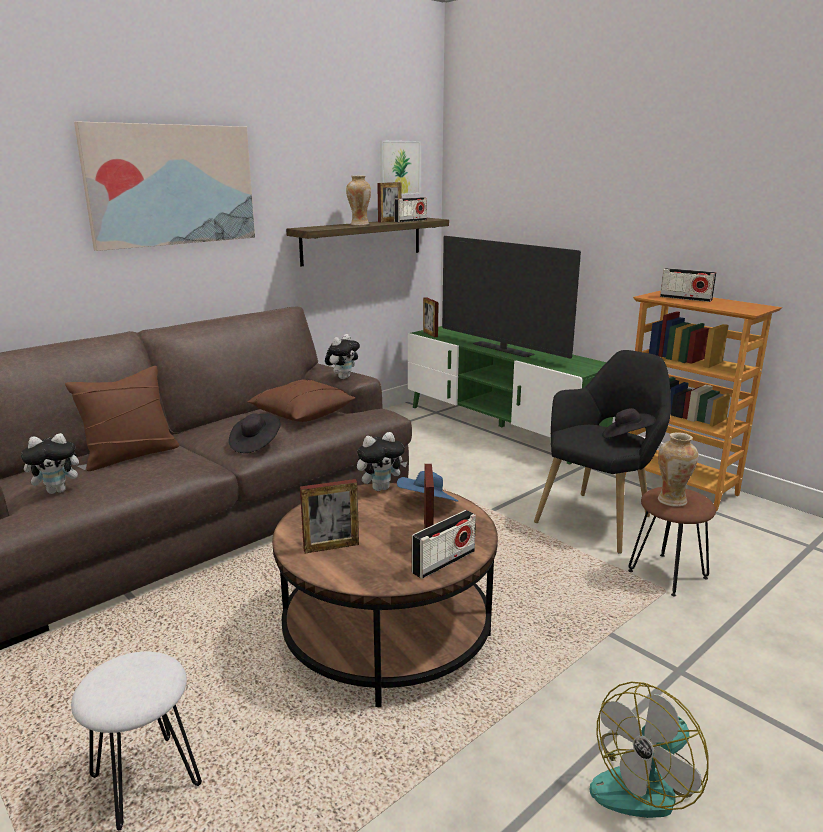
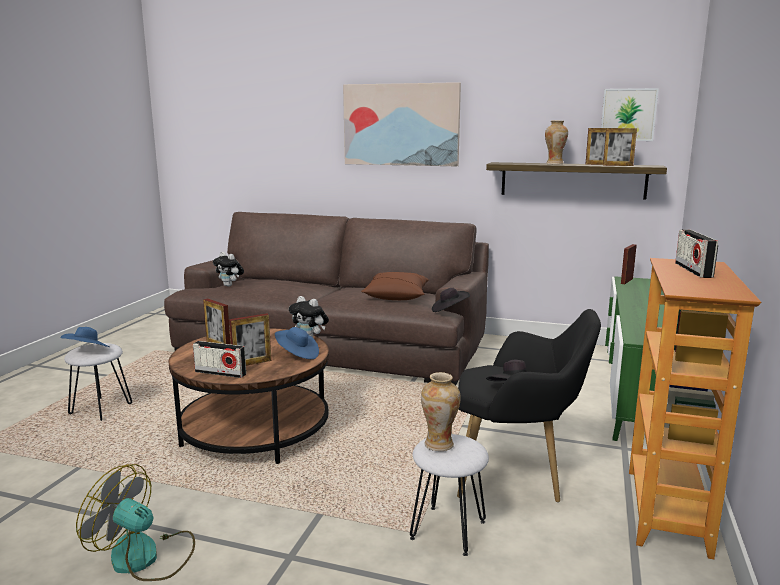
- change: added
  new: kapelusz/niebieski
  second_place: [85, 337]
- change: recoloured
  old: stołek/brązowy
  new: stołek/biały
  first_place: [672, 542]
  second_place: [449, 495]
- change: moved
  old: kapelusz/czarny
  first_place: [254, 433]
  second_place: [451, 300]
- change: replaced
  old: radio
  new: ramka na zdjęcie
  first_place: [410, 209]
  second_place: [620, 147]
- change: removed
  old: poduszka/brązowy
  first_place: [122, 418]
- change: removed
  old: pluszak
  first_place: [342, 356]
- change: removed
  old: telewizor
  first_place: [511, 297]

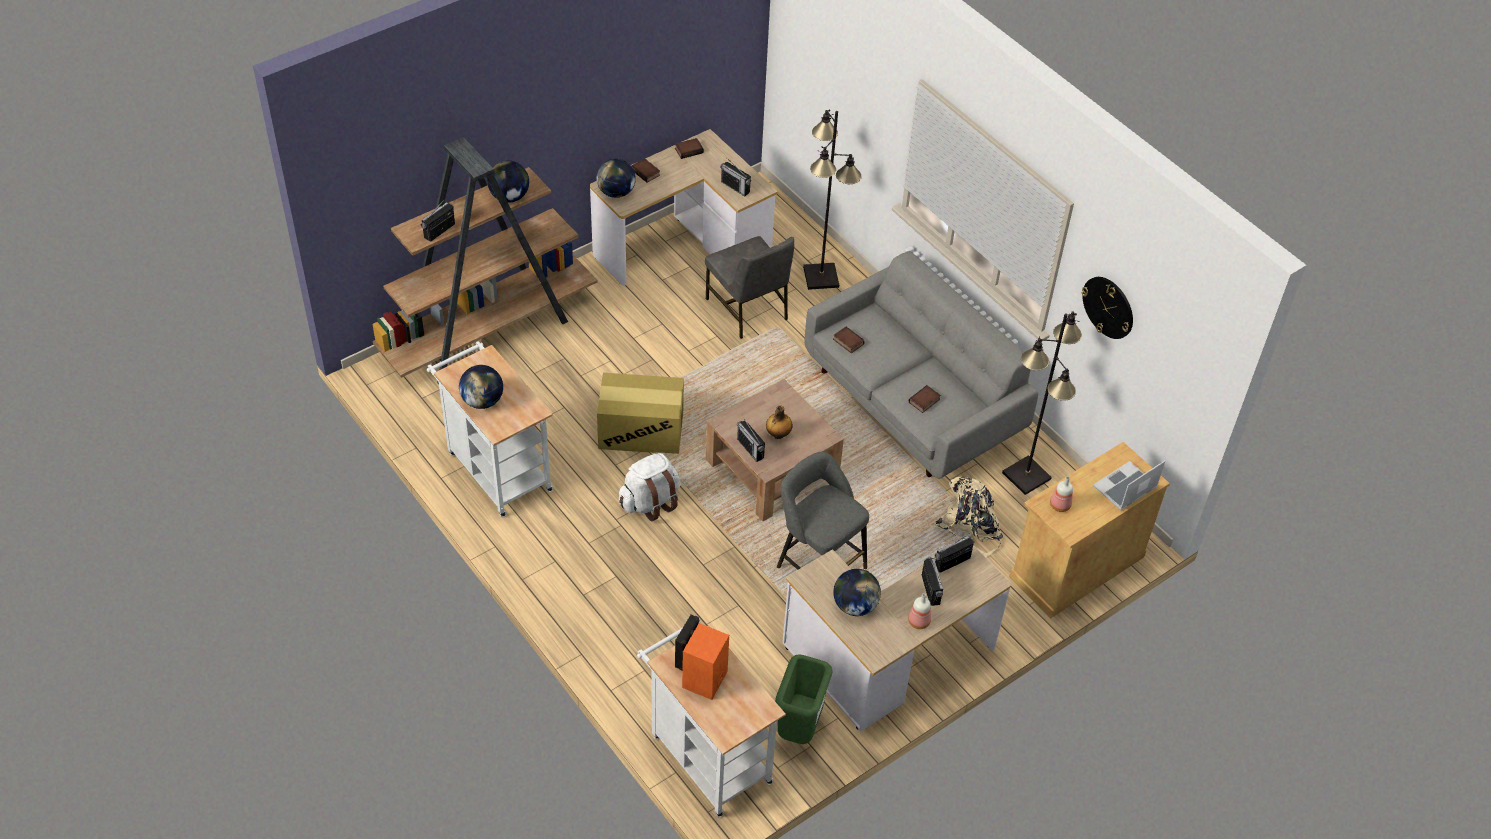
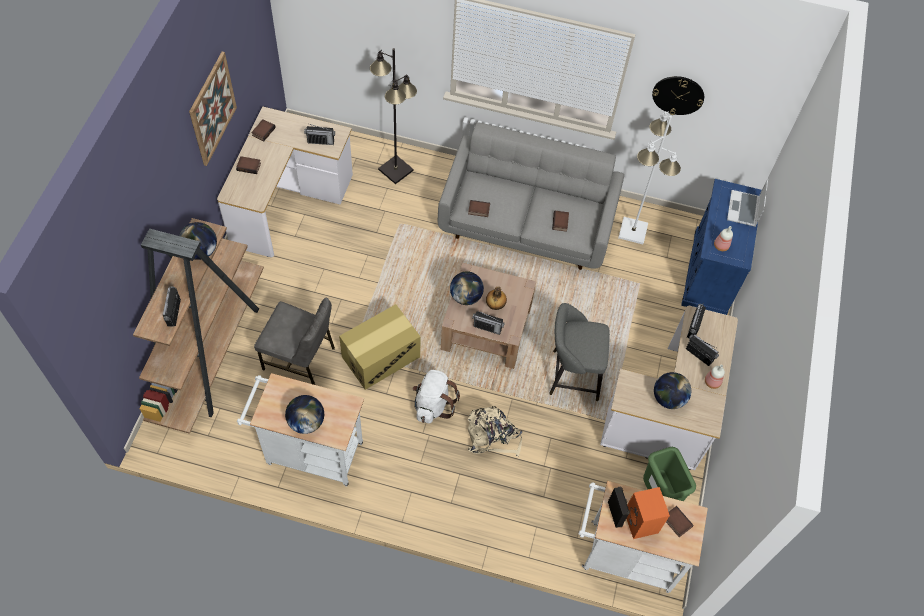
- change: added
  new: obraz
  second_place: [213, 108]
- change: moved
  old: krzesło/szary
  first_place: [749, 287]
  second_place: [294, 341]
- change: moved
  old: globus
  first_place: [616, 178]
  second_place: [467, 288]
- change: moved
  old: plecak/beżowy
  first_place: [969, 517]
  second_place: [495, 431]
- change: recoloured
  old: lampa stojąca/czarny
  new: lampa stojąca/biały
  first_place: [1042, 403]
  second_place: [649, 177]
- change: added
  new: książka
  second_place: [680, 521]
- change: recoloured
  old: szafka/beżowy
  new: szafka/niebieski
  first_place: [1089, 530]
  second_place: [721, 247]

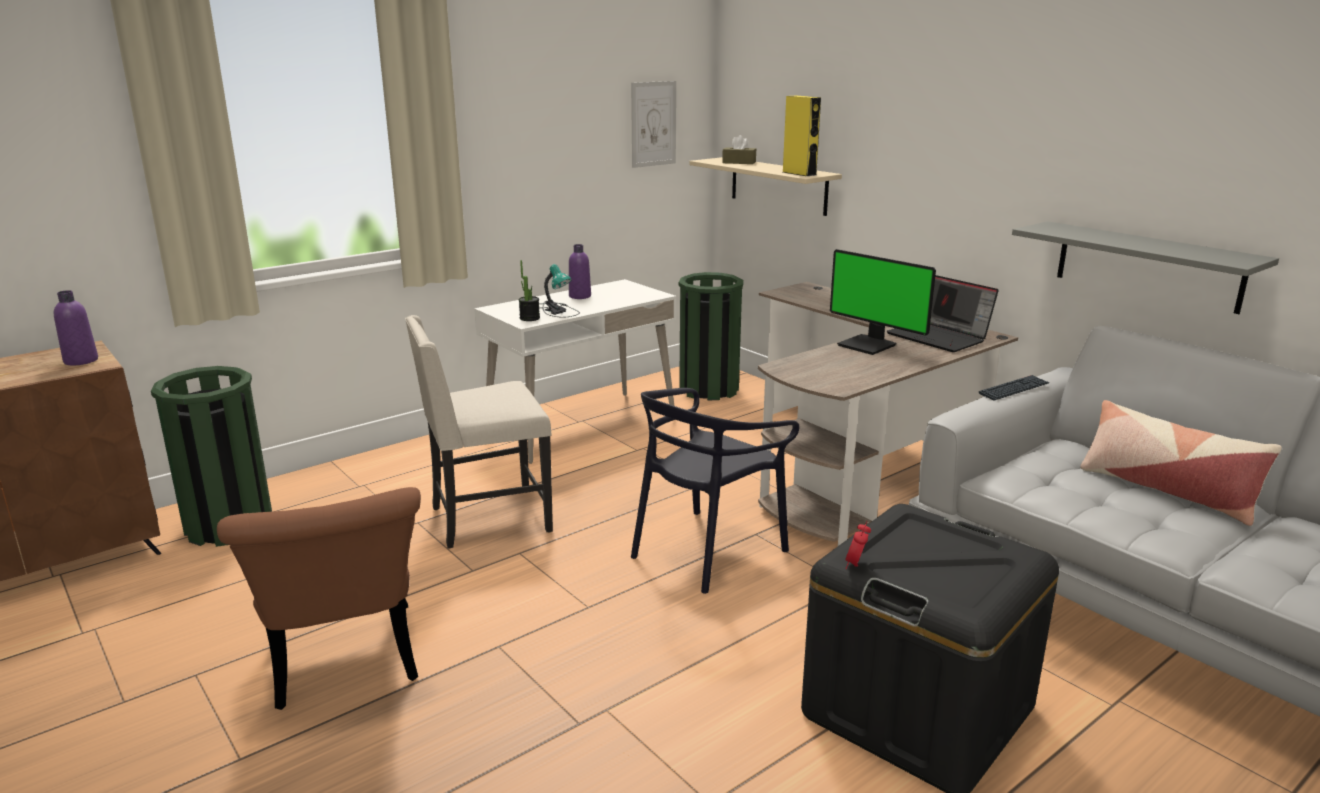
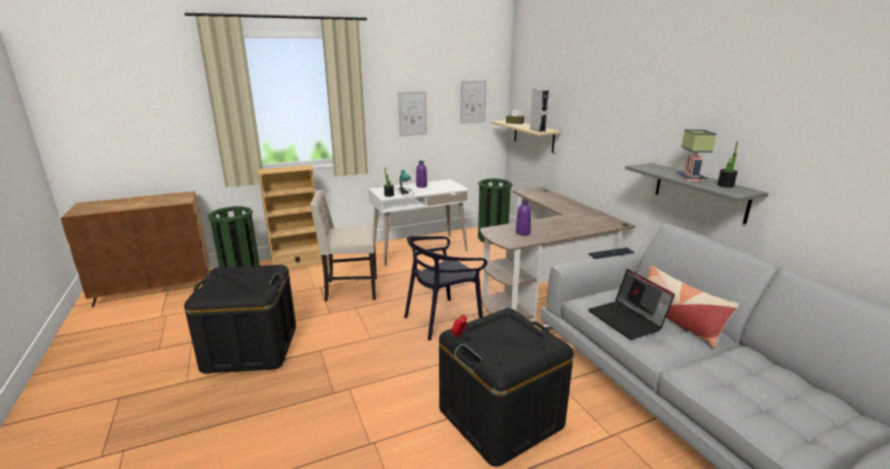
- change: replaced
  old: krzesło/brązowy
  new: pojemnik do przechowywania/czarny
  first_place: [319, 598]
  second_place: [240, 319]
- change: added
  new: regał/beżowy
  second_place: [289, 217]
- change: added
  new: obraz
  second_place: [412, 114]
- change: moved
  old: butelka/fioletowy
  first_place: [76, 327]
  second_place: [523, 217]
- change: recoloured
  old: głośnik/żółty
  new: głośnik/szary
  first_place: [802, 136]
  second_place: [539, 110]
- change: moved
  old: laptop
  first_place: [942, 313]
  second_place: [631, 304]
- change: added
  new: lampa stołowa
  second_place: [697, 155]
- change: added
  new: roślina doniczkowa
  second_place: [727, 164]
- change: removed
  old: monitor
  first_place: [883, 302]

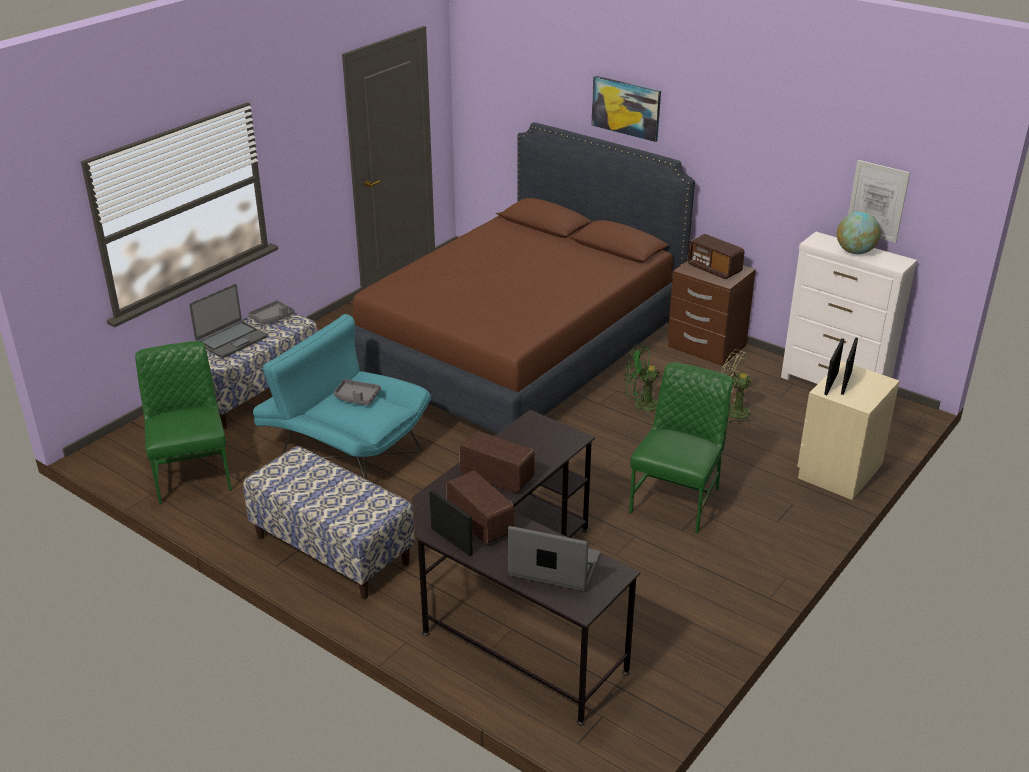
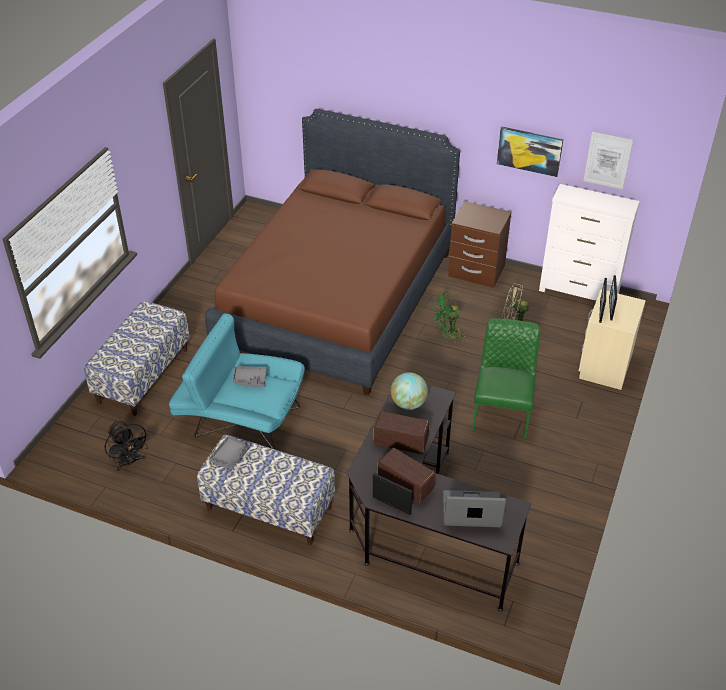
- change: replaced
  old: krzesło/zielony
  new: wentylator/czarny
  first_place: [183, 422]
  second_place: [126, 445]
- change: moved
  old: taca/szary
  first_place: [271, 312]
  second_place: [229, 452]
- change: moved
  old: globus
  first_place: [859, 233]
  second_place: [409, 391]
- change: moved
  old: obraz
  first_place: [626, 109]
  second_place: [530, 151]
- change: removed
  old: laptop
  first_place: [228, 321]
- change: removed
  old: radio
  first_place: [715, 256]

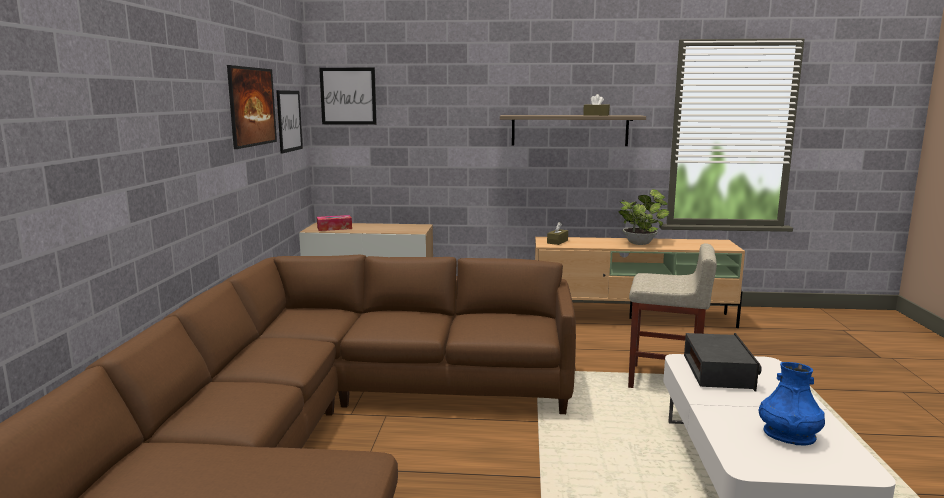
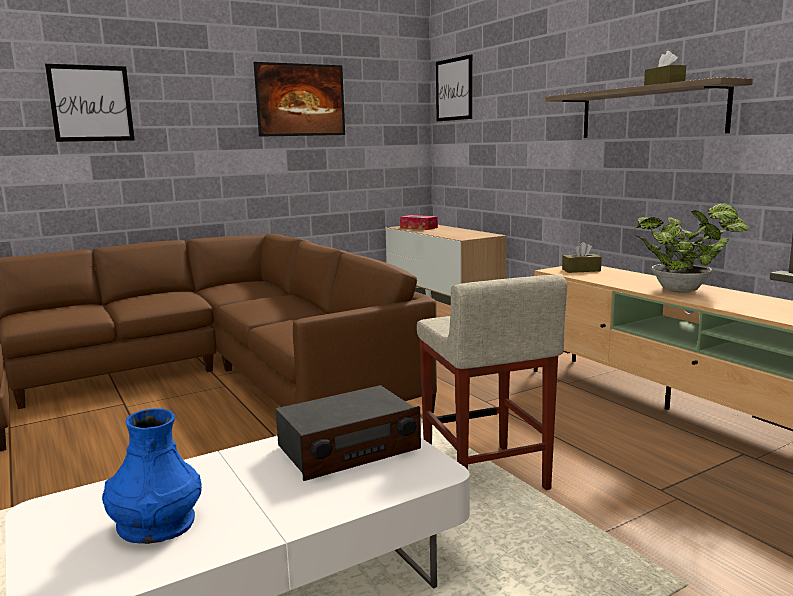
- change: moved
  old: obraz
  first_place: [289, 122]
  second_place: [90, 103]

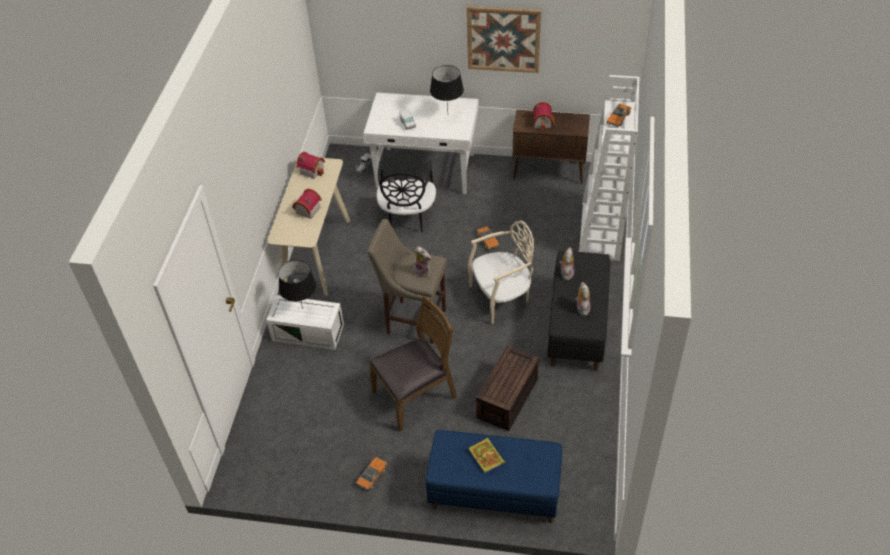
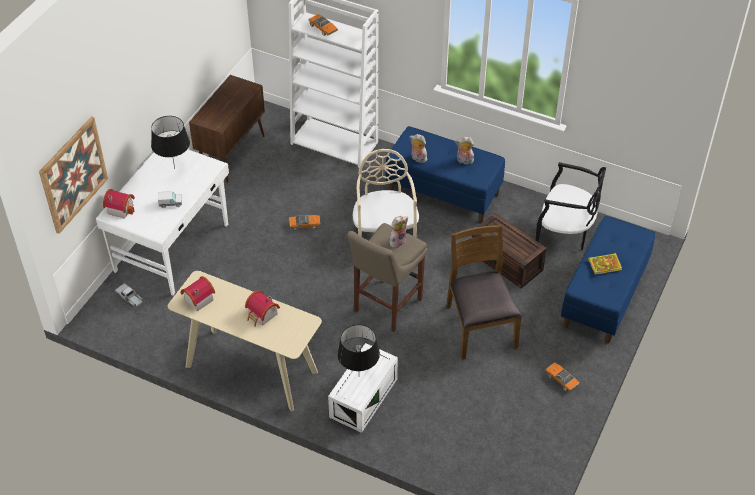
- change: moved
  old: obraz
  first_place: [504, 39]
  second_place: [73, 175]
- change: moved
  old: domek
  first_place: [544, 116]
  second_place: [119, 203]
- change: recoloured
  old: ławka/czarny
  new: ławka/niebieski
  first_place: [578, 311]
  second_place: [445, 174]
- change: moved
  old: krzesło/czarny
  first_place: [406, 196]
  second_place: [571, 206]

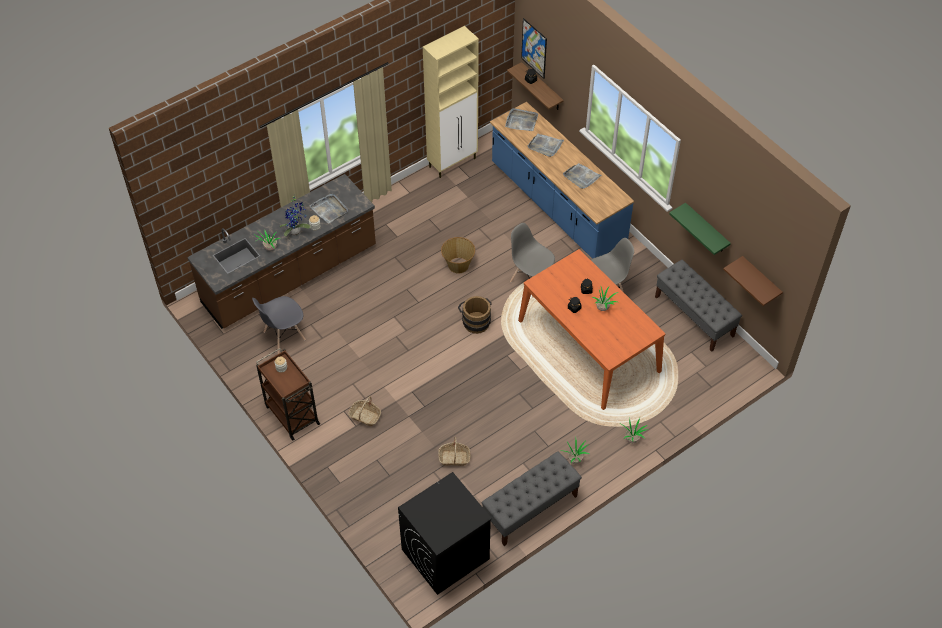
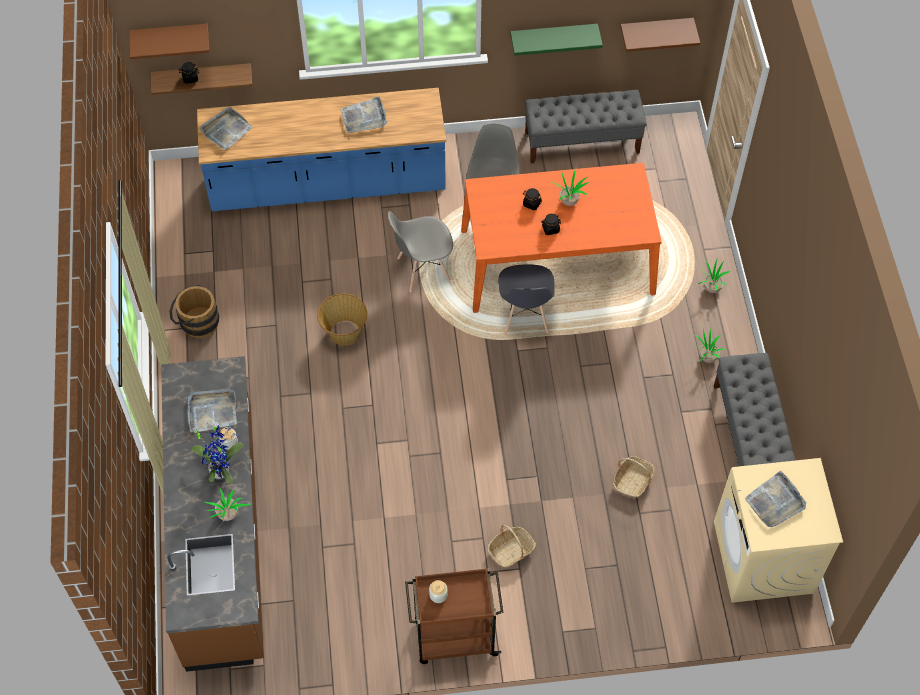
- change: replaced
  old: obraz
  new: półka/brązowy
  first_place: [534, 48]
  second_place: [169, 41]
- change: moved
  old: wiadro/brązowy
  first_place: [475, 315]
  second_place: [194, 311]
- change: moved
  old: krzesło/szary
  first_place: [279, 325]
  second_place: [526, 299]
- change: recoloured
  old: pralka/czarny
  new: pralka/beżowy
  first_place: [445, 533]
  second_place: [778, 530]
- change: moved
  old: taca/szary
  first_place: [545, 145]
  second_place: [775, 499]
- change: removed
  old: szafka/beżowy
  first_place: [451, 102]

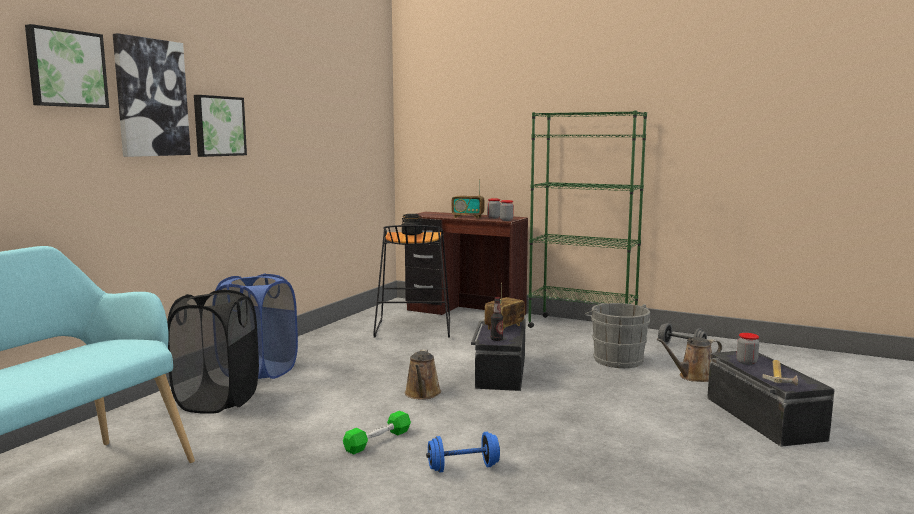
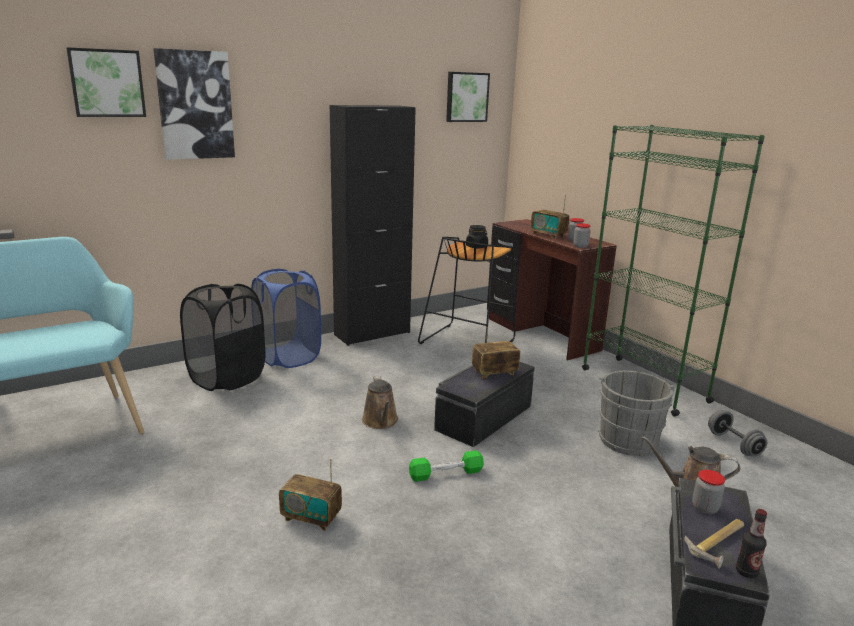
- change: replaced
  old: hantel/niebieski
  new: radio
  first_place: [463, 452]
  second_place: [310, 494]
- change: added
  new: szafka/czarny
  second_place: [373, 225]
- change: turned
  old: konewka/brązowy
  first_place: [423, 374]
  second_place: [380, 402]
  degrees: -45
- change: moved
  old: hantel/zielony
  first_place: [377, 433]
  second_place: [446, 466]
- change: moved
  old: obraz
  first_place: [220, 126]
  second_place: [468, 97]
- change: moved
  old: butelka
  first_place: [497, 319]
  second_place: [751, 543]

